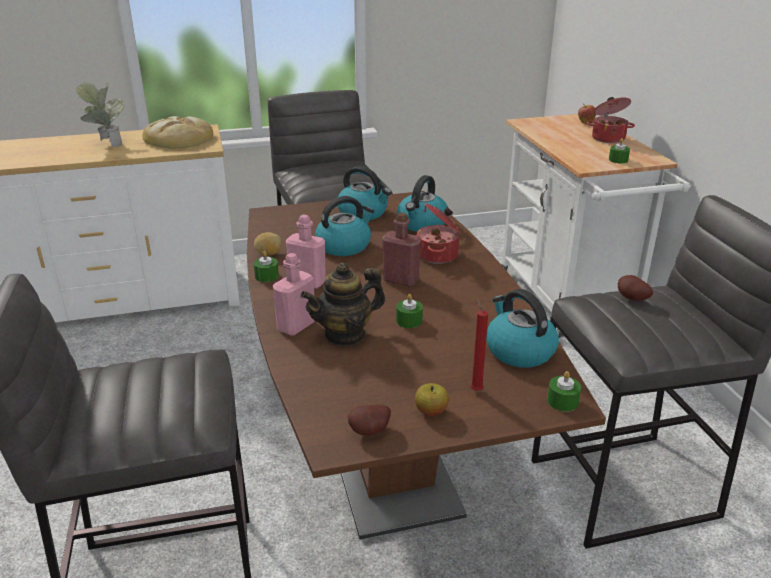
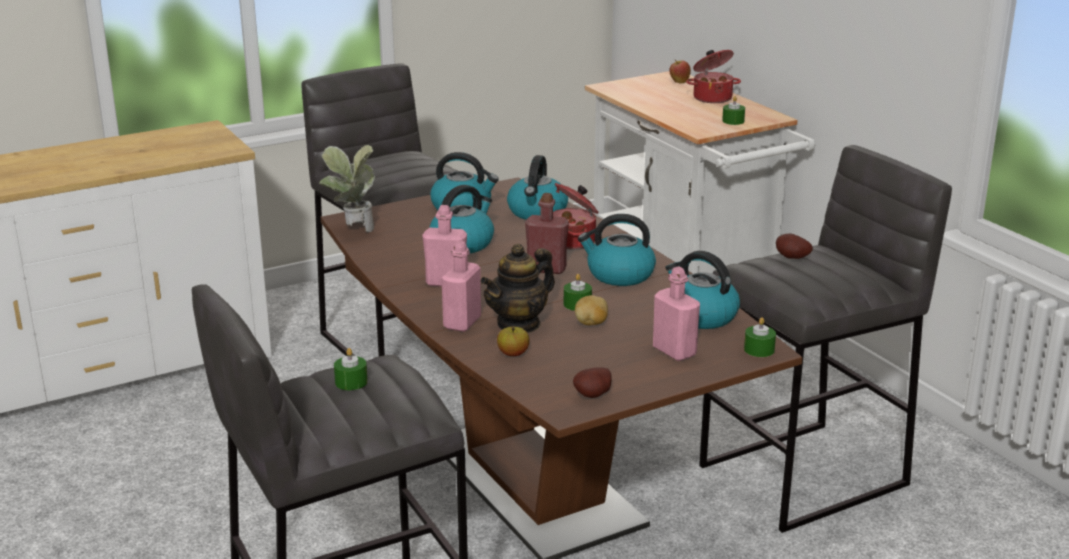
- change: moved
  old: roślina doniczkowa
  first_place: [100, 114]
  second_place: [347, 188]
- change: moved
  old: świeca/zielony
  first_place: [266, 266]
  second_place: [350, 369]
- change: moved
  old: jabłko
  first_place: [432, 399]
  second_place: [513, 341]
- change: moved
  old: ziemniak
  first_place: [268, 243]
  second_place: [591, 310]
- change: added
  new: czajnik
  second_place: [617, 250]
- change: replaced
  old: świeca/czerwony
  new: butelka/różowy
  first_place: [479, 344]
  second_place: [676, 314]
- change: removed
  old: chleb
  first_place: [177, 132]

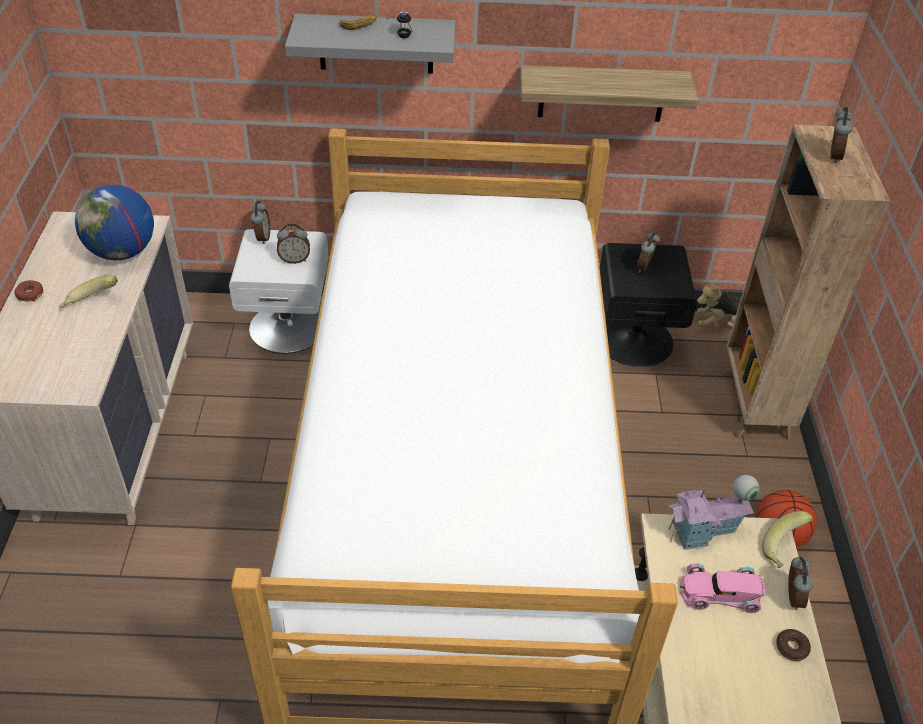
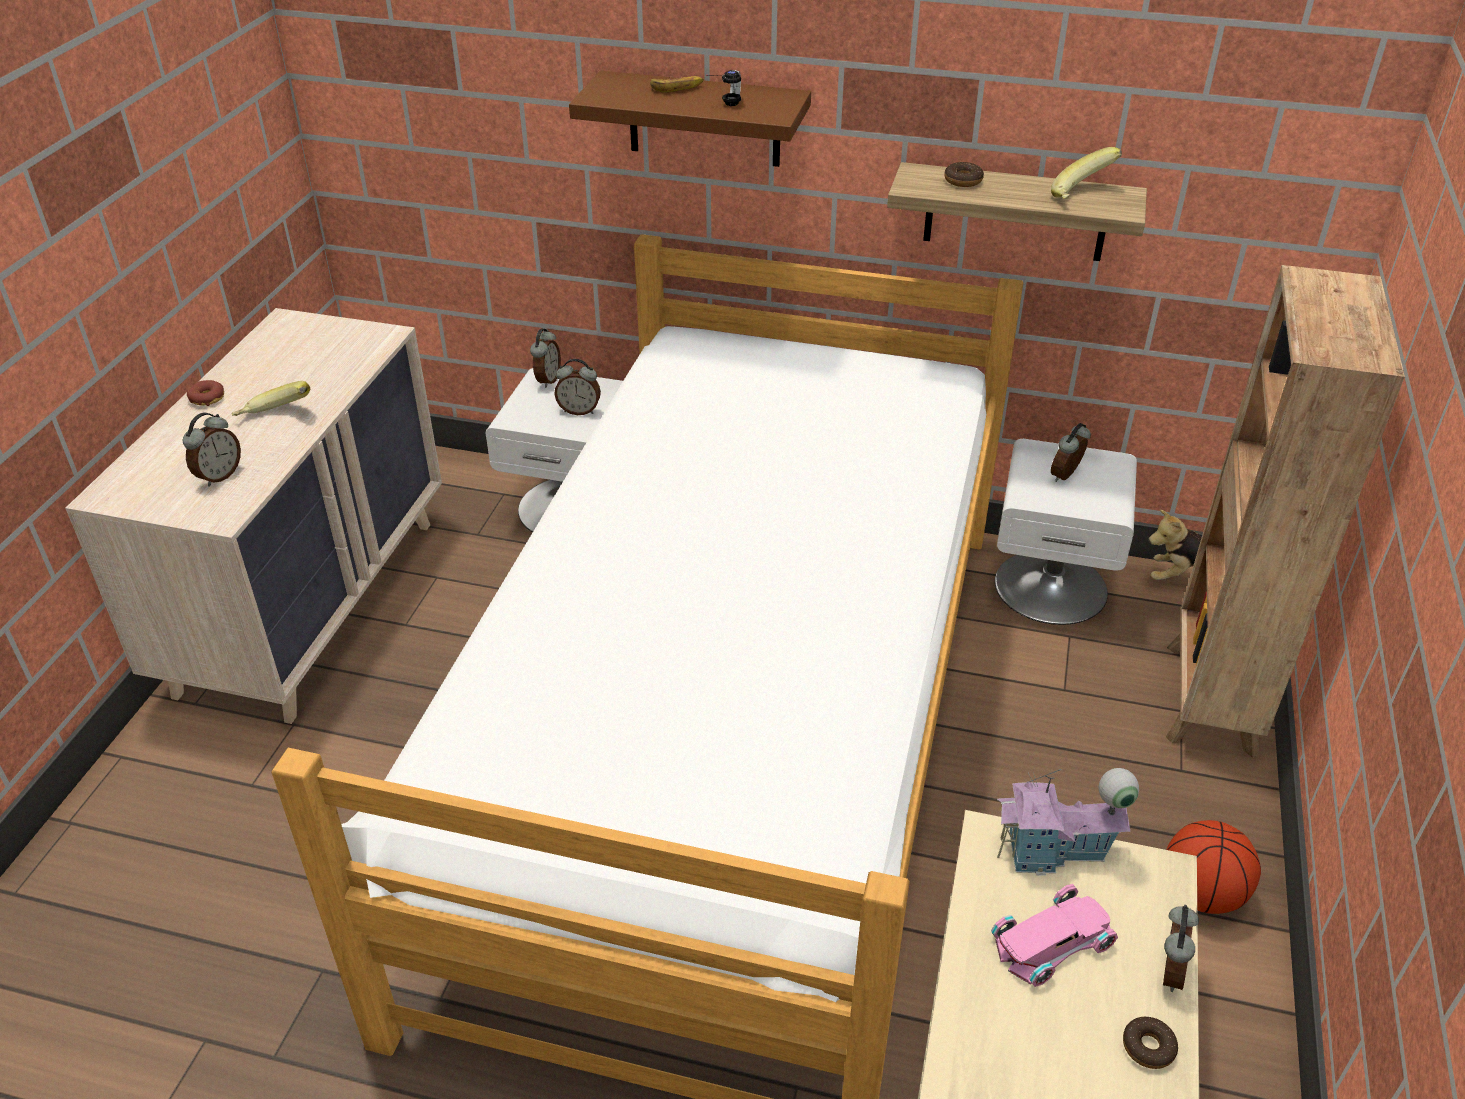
- change: moved
  old: budzik
  first_place: [841, 135]
  second_place: [212, 449]
- change: recoloured
  old: półka/szary
  new: półka/brązowy
  first_place: [370, 44]
  second_place: [690, 119]
- change: added
  new: donut
  second_place: [964, 174]
- change: turned
  old: samochodzik/różowy
  first_place: [722, 588]
  second_place: [1054, 935]
  degrees: 135
- change: recoloured
  old: szafka nocna/czarny
  new: szafka nocna/biały
  first_place: [648, 305]
  second_place: [1066, 532]
- change: moved
  old: banan
  first_place: [787, 539]
  second_place: [1086, 173]
- change: removed
  old: globus
  first_place: [114, 222]

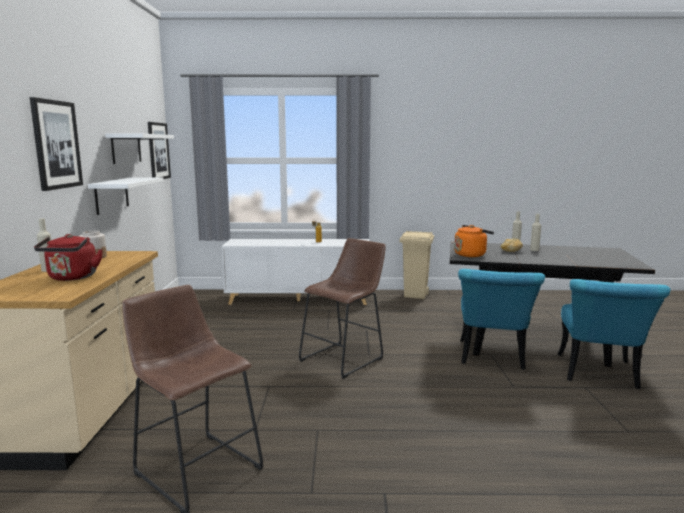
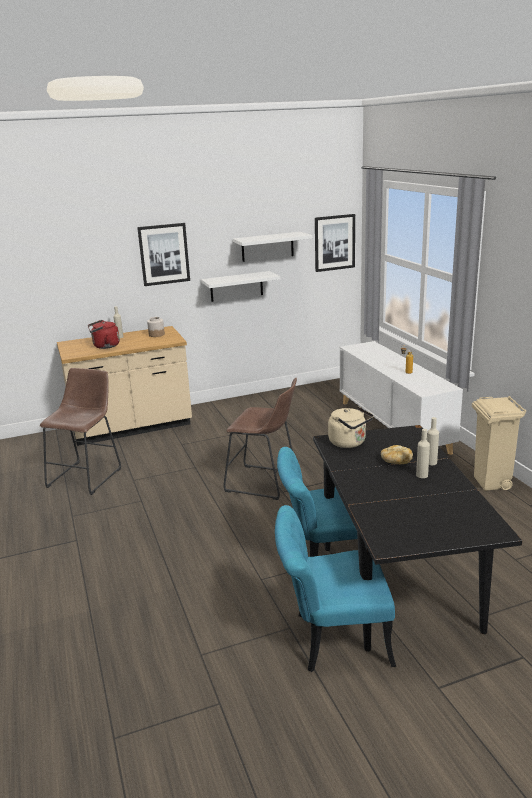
- change: recoloured
  old: czajnik/pomarańczowy
  new: czajnik/beżowy
  first_place: [474, 241]
  second_place: [351, 427]

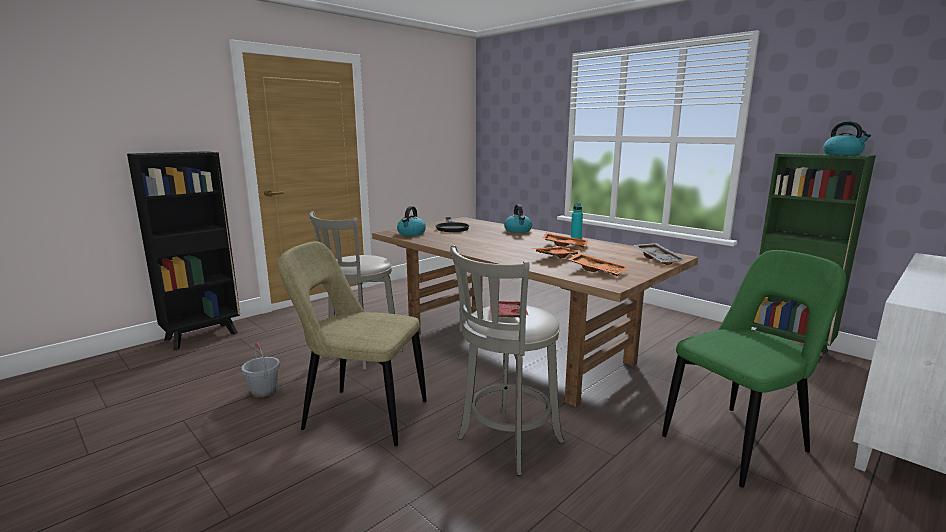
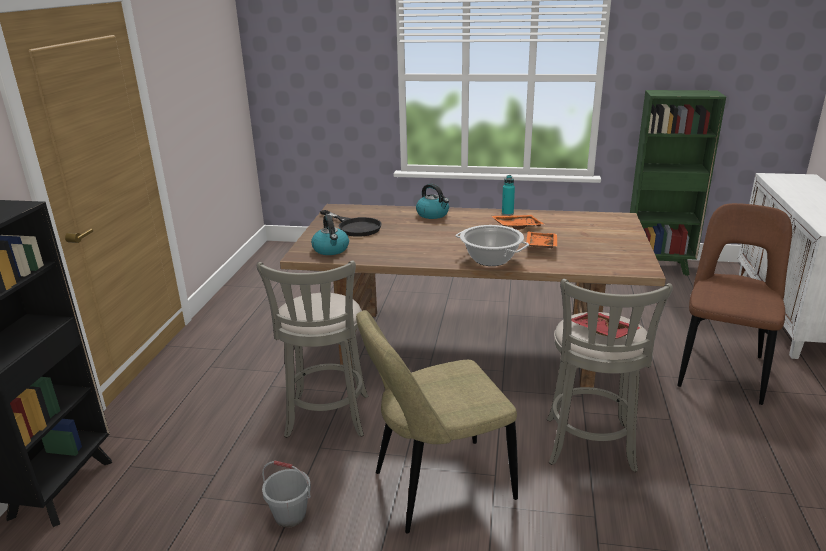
- change: added
  new: garnek
  second_place: [492, 245]
- change: recoloured
  old: krzesło/zielony
  new: krzesło/brązowy
  first_place: [754, 369]
  second_place: [734, 304]
- change: removed
  old: taca/pomarańczowy
  first_place: [598, 264]
- change: removed
  old: taca/szary
  first_place: [660, 254]
- change: removed
  old: czajnik
  first_place: [847, 138]

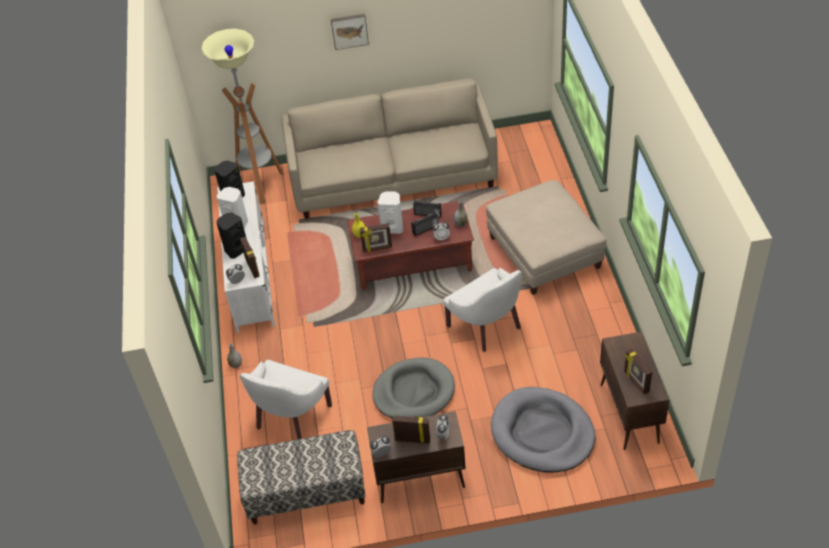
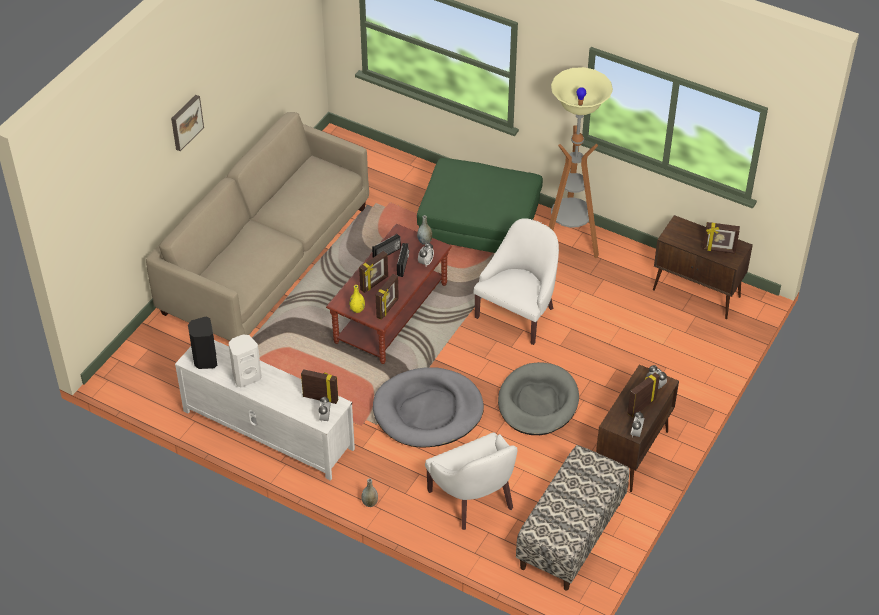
- change: replaced
  old: głośnik/biały
  new: ramka na zdjęcie
  first_place: [390, 212]
  second_place: [373, 272]
- change: moved
  old: legowisko/szary
  first_place: [543, 430]
  second_place: [428, 407]
- change: recoloured
  old: pufa/beżowy
  new: pufa/zielony
  first_place: [546, 237]
  second_place: [480, 205]
- change: turned
  old: fotel/biały
  first_place: [482, 310]
  second_place: [516, 281]
  degrees: -60
- change: moved
  old: lampa stojąca
  first_place: [242, 116]
  second_place: [580, 162]
- change: removed
  old: głośnik/czarny
  first_place: [231, 235]

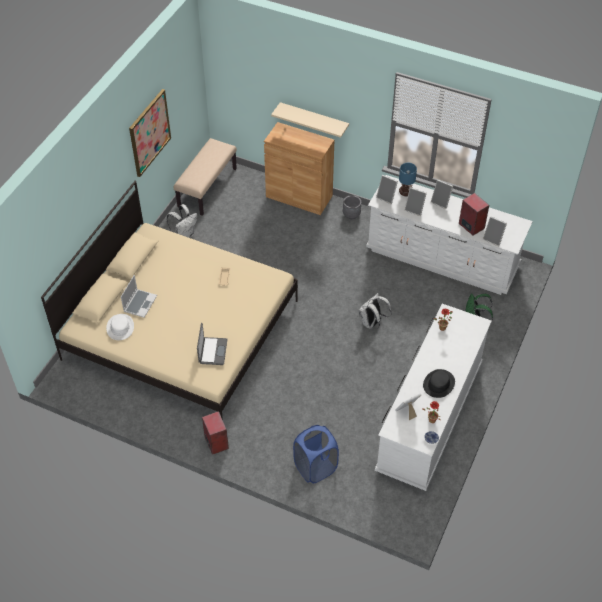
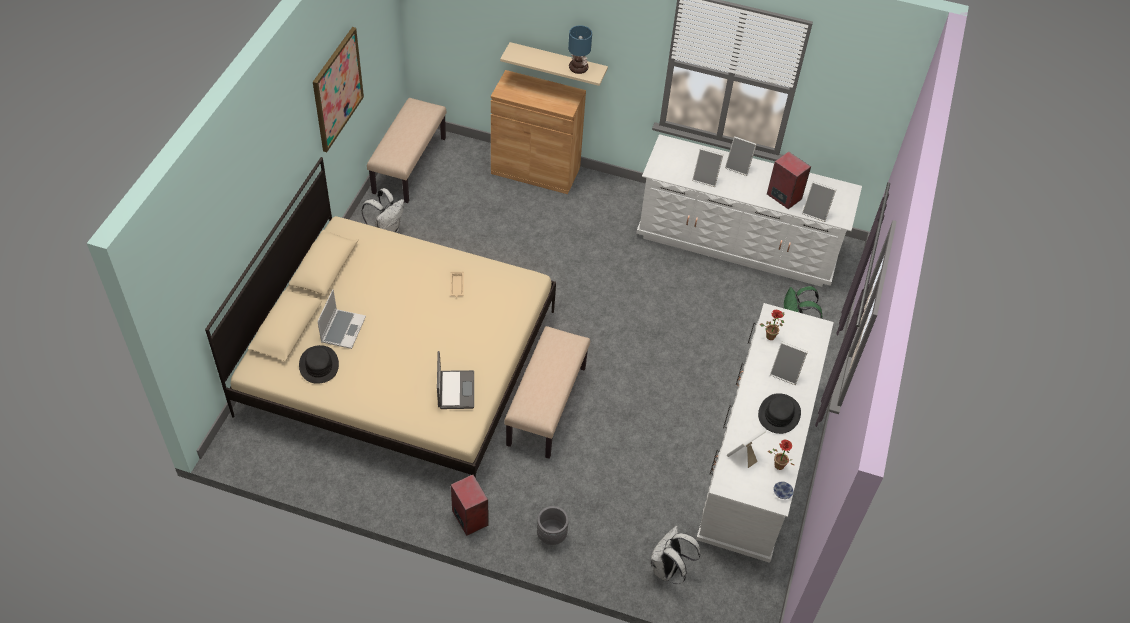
- change: recoloured
  old: kapelusz/biały
  new: kapelusz/czarny
  first_place: [120, 327]
  second_place: [319, 364]
- change: added
  new: ławka/beżowy
  second_place: [547, 392]
- change: moved
  old: donica/szary
  first_place: [352, 207]
  second_place: [552, 525]
- change: moved
  old: lampa stołowa
  first_place: [408, 179]
  second_place: [580, 49]
- change: moved
  old: plecak/biały
  first_place: [375, 311]
  second_place: [675, 555]
- change: moved
  old: ramka na zdjęcie
  first_place: [387, 189]
  second_place: [789, 363]
- change: removed
  old: kosz na pranie/niebieski
  first_place: [316, 454]

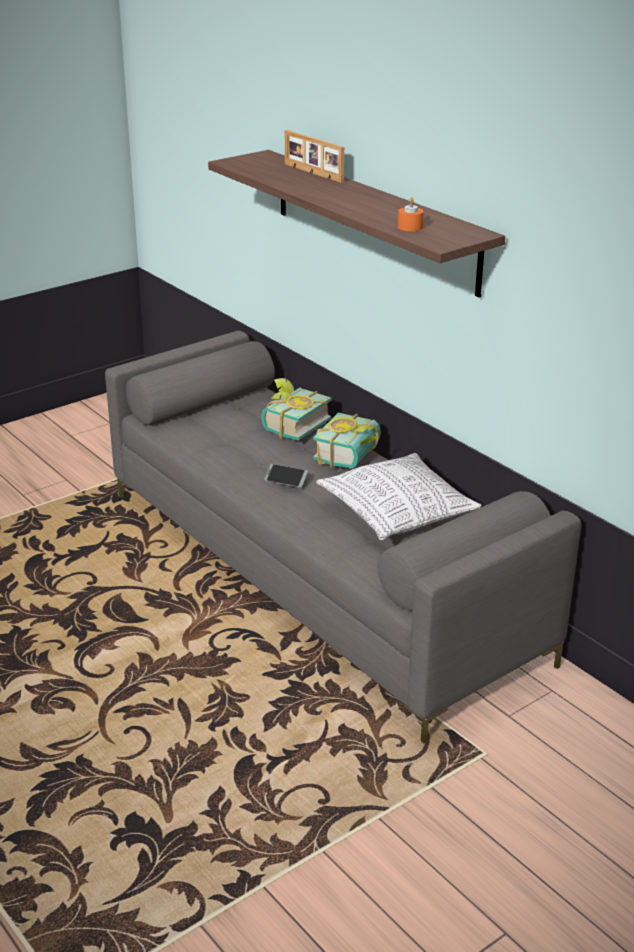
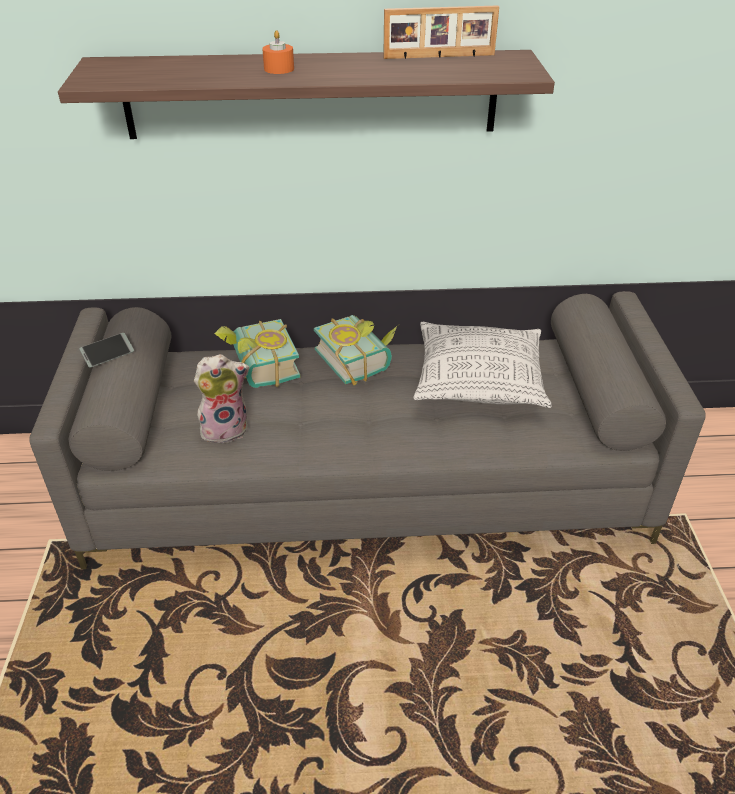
- change: moved
  old: telefon
  first_place: [286, 476]
  second_place: [106, 350]
- change: added
  new: pluszak
  second_place: [221, 400]
- change: moved
  old: świeca/pomarańczowy
  first_place: [411, 214]
  second_place: [278, 52]
- change: moved
  old: ramka na zdjęcie
  first_place: [314, 156]
  second_place: [441, 32]

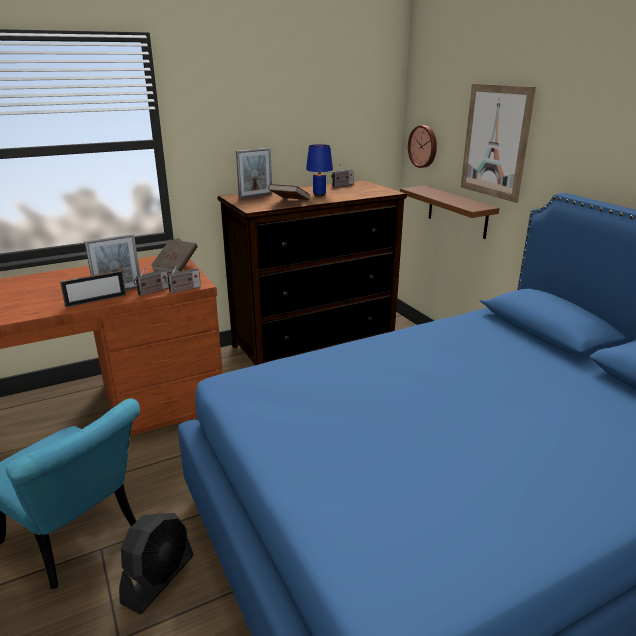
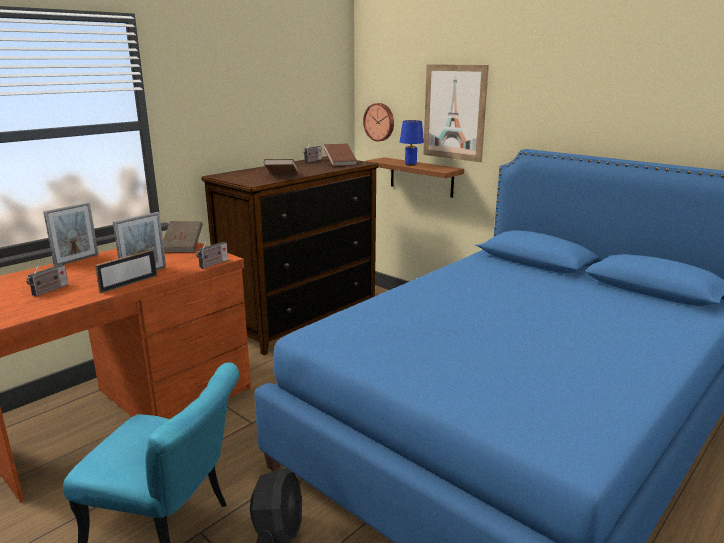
- change: moved
  old: radio
  first_place: [151, 280]
  second_place: [47, 278]
- change: moved
  old: ramka na zdjęcie
  first_place: [254, 173]
  second_place: [70, 234]
- change: added
  new: książka/brązowy
  second_place: [341, 154]
- change: moved
  old: lampa stołowa/niebieski
  first_place: [319, 170]
  second_place: [412, 143]

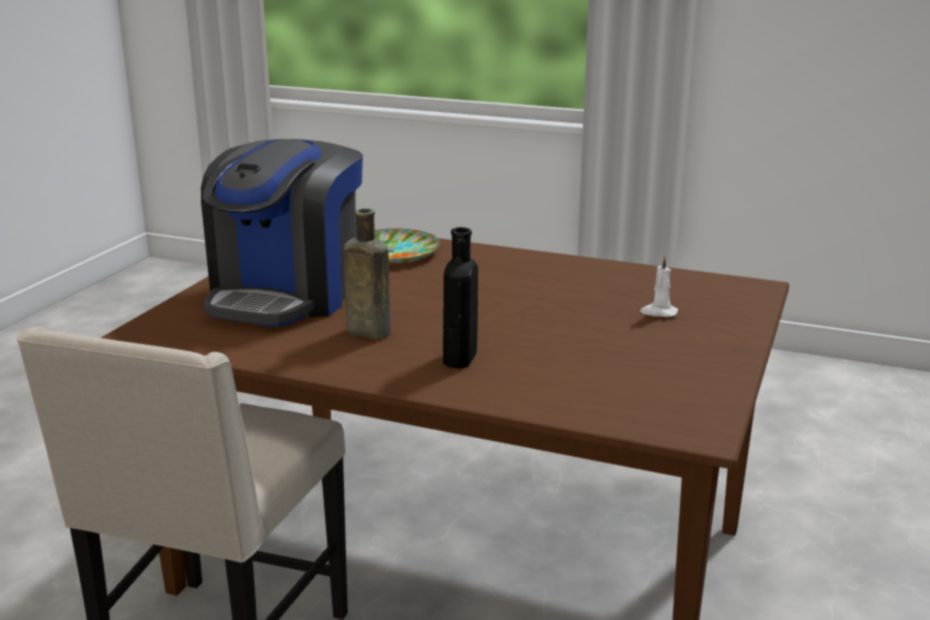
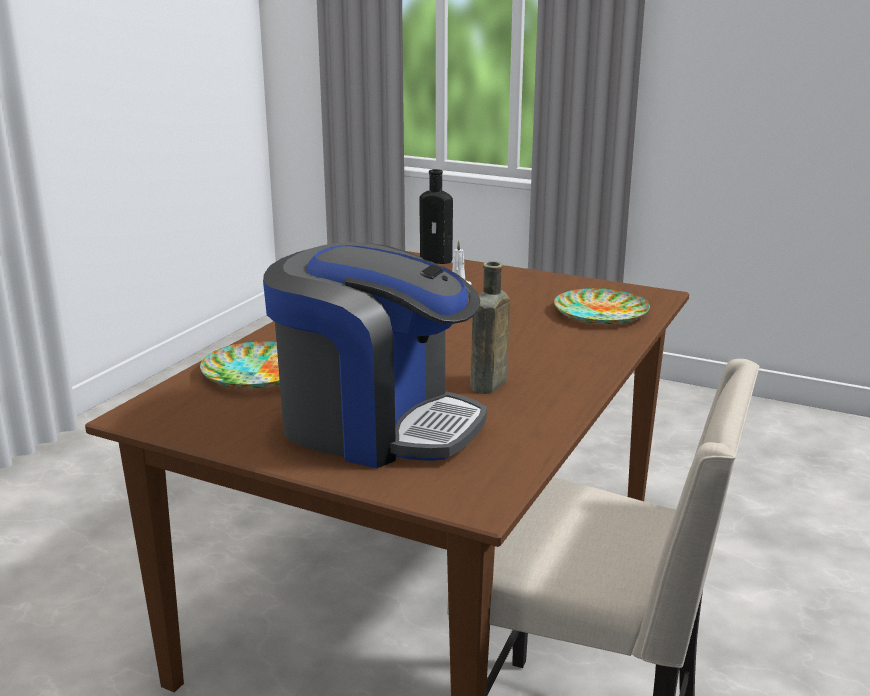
- change: moved
  old: butelka/czarny
  first_place: [460, 297]
  second_place: [436, 216]
- change: added
  new: talerz
  second_place: [602, 306]

